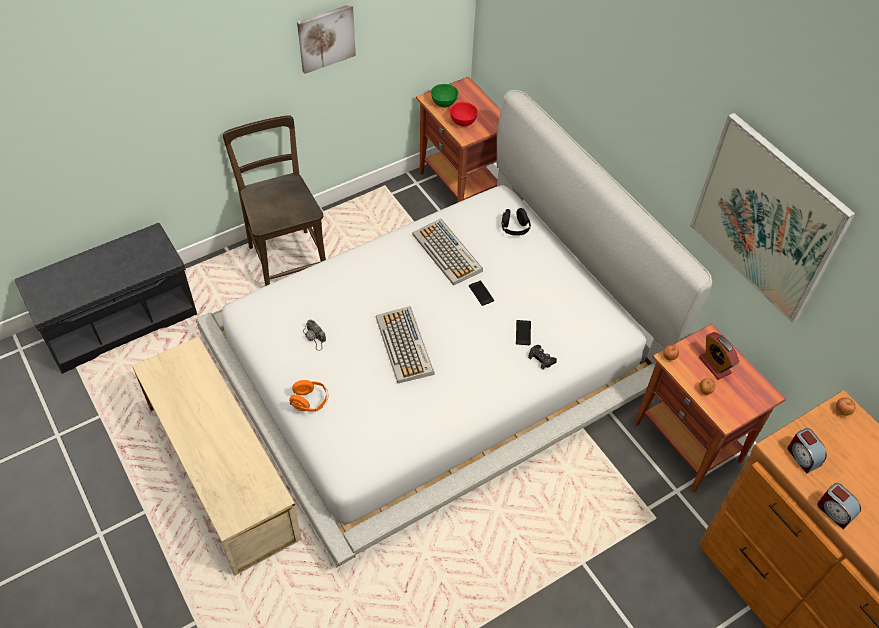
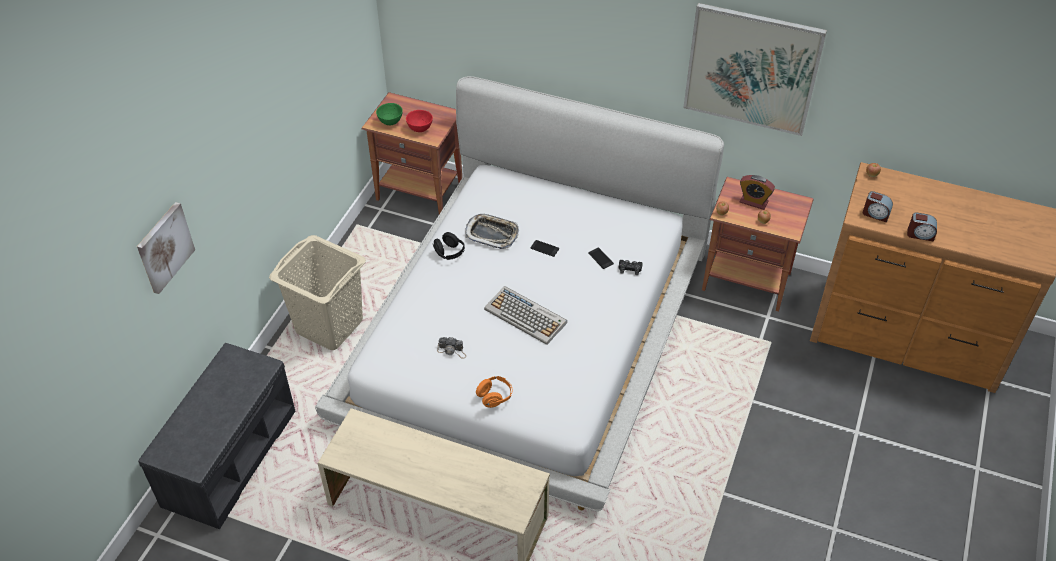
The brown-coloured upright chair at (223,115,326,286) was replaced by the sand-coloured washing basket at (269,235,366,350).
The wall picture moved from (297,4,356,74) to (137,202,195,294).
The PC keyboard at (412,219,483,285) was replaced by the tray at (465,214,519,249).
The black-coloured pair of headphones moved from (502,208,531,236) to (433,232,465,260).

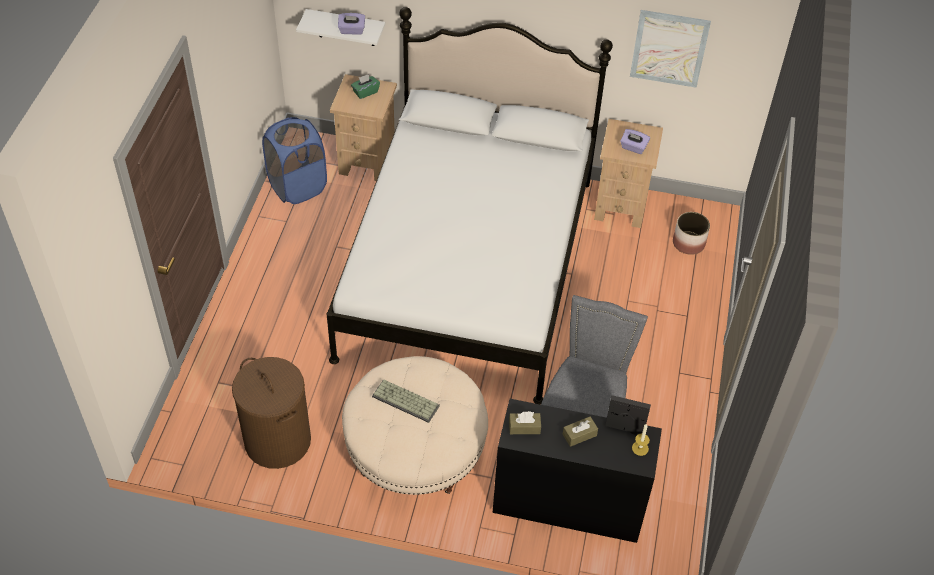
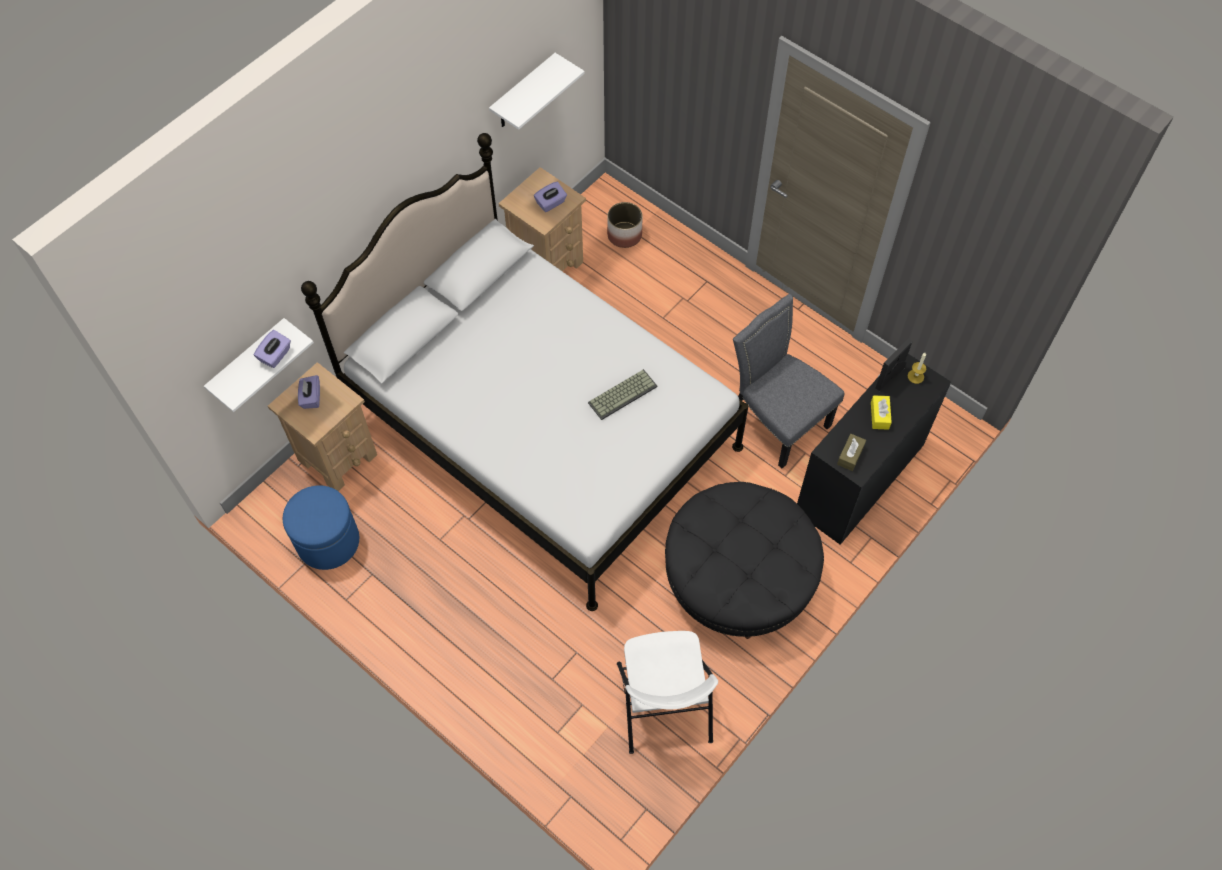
The brown-coloured washing basket at (232,357,311,469) was replaced by the white upright chair at (617,631,718,754).
The blue-coloured washing basket at (262,117,327,204) was replaced by the blue-coloured pouffe at (283,485,359,570).
The sand-coloured pouffe at (342,356,488,495) became the black-coloured pouffe at (665,482,824,639).
The green tissue box at (351,74,380,99) became the purple tissue box at (298,375,320,409).
The PC keyboard moved from (372,380,440,423) to (588,369,657,420).
The brown-coloured tissue box at (563,416,598,447) became the yellowish tissue box at (871,395,892,430).
The wall picture at (630,10,711,88) was replaced by the white shelf at (489,53,585,130).

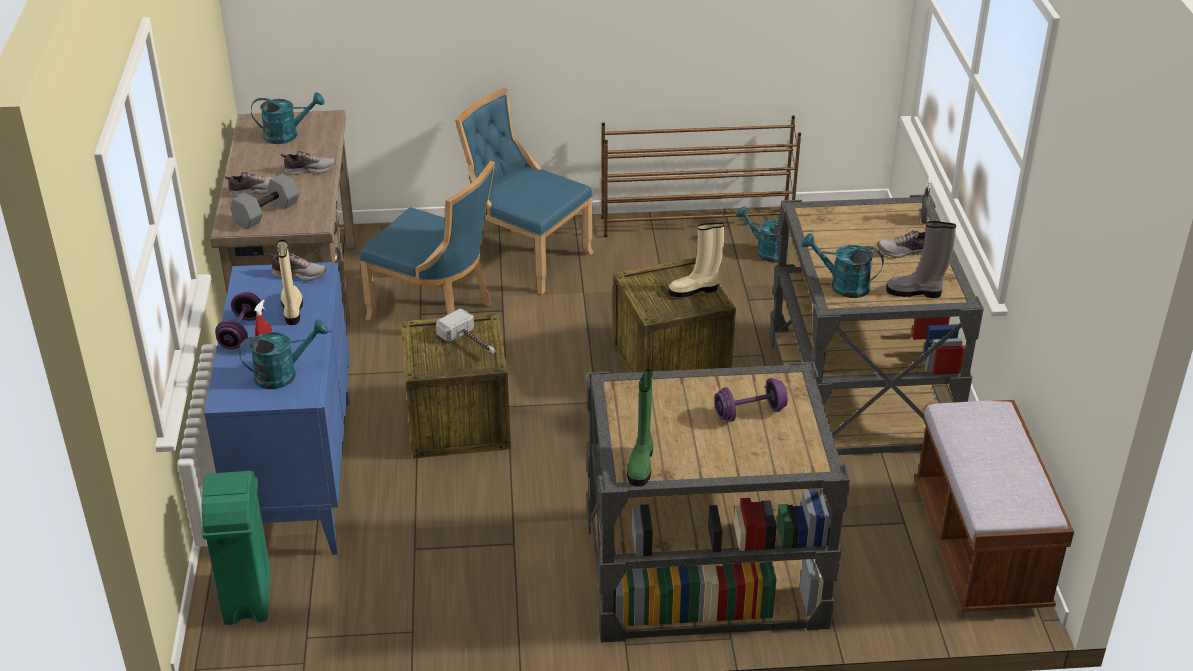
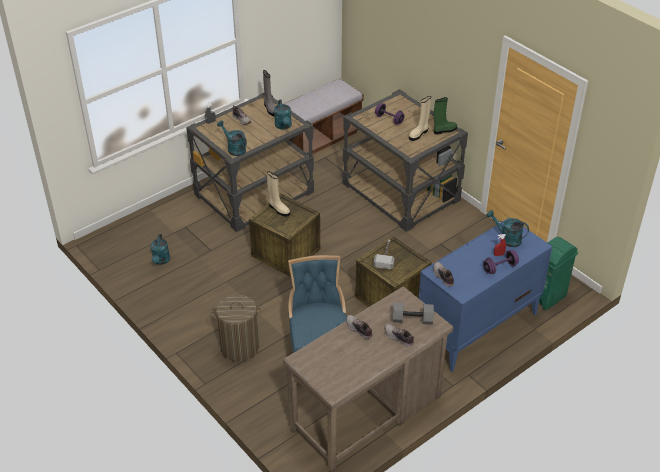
The turquoise-coloured sprinkling can moved from (251,92,325,144) to (217,120,247,156).
The sand-coloured high-top boot moved from (277,240,303,325) to (409,96,431,141).
The blue-coloured upright chair at (455,88,594,294) was replaced by the washing basket at (211,294,261,362).
The brown-coloured shoe shelf at (601,115,801,237) disappeared.

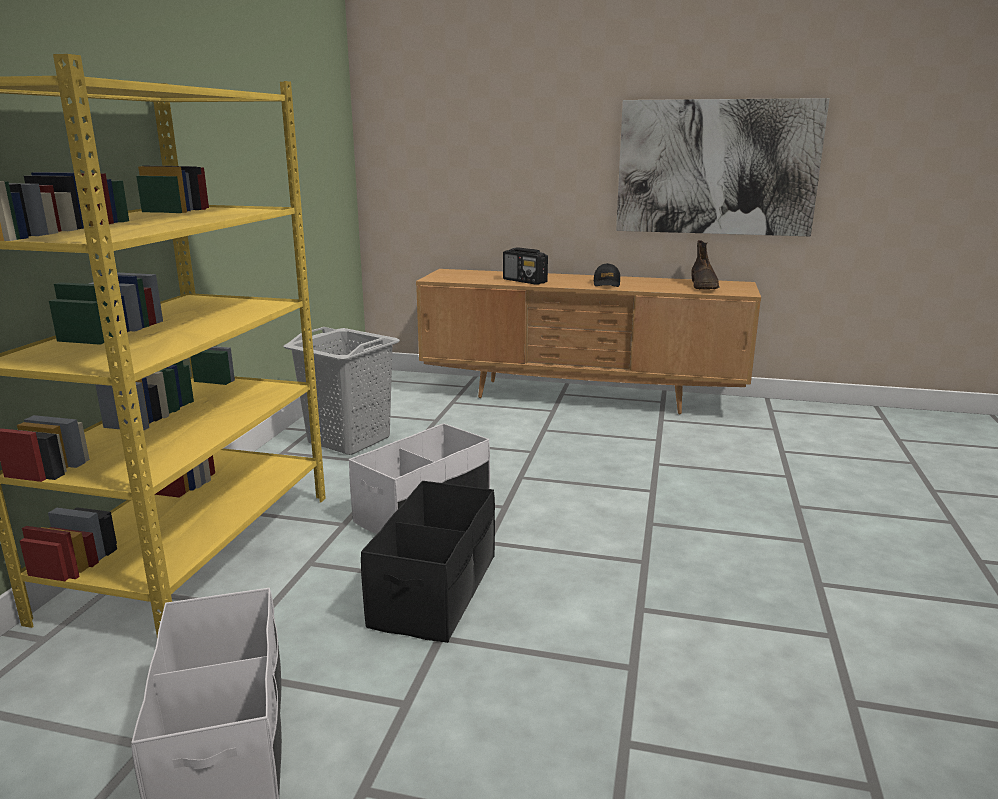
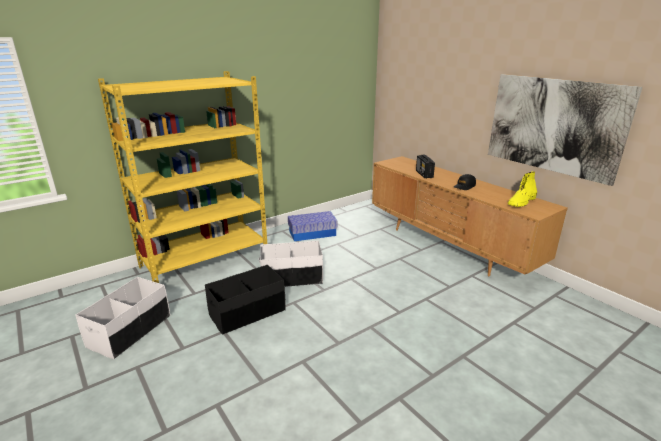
The greyish washing basket at (283,327,400,455) was replaced by the storage box at (288,211,337,241).
The brown-coloured high-top boot at (691,240,720,290) became the yellowish high-top boot at (508,171,537,207).

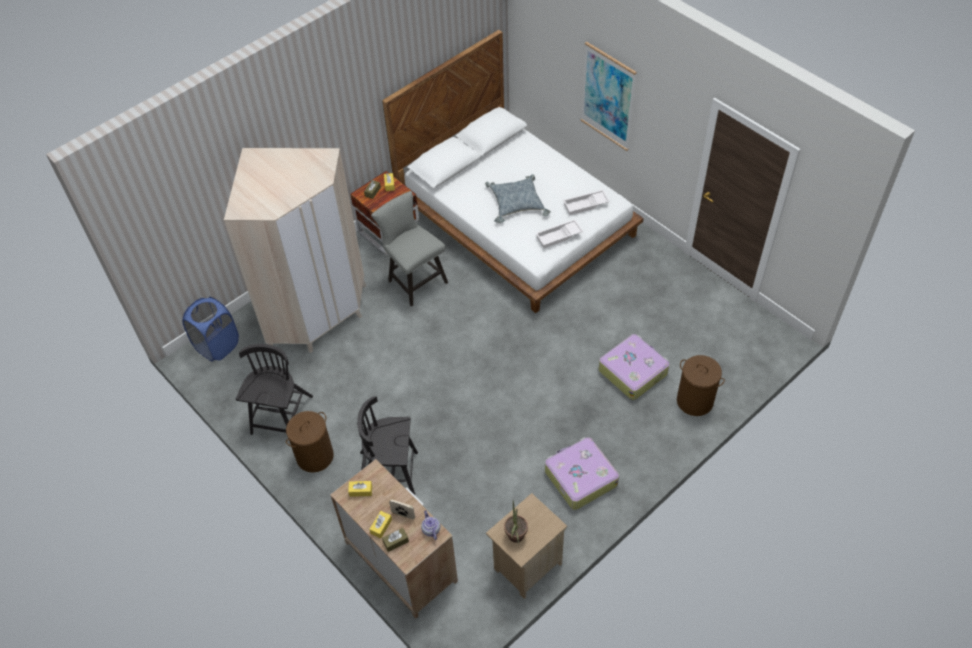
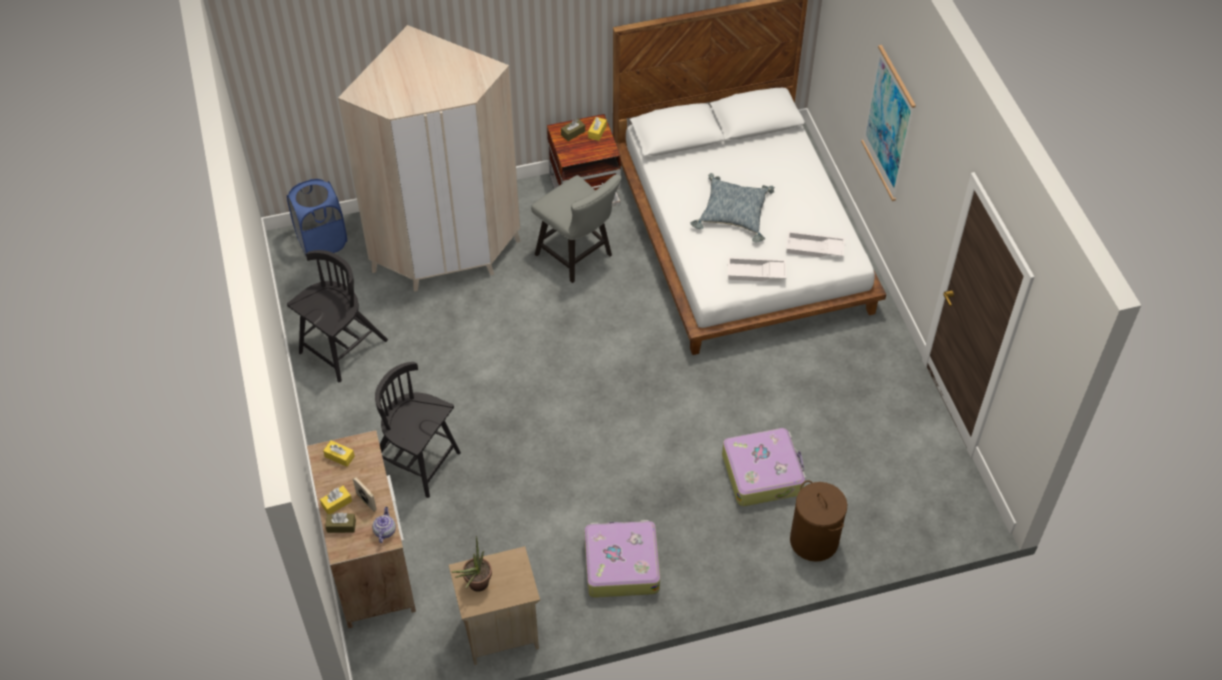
The brown-coloured washing basket at (286,411,334,473) disappeared.
The greyish upright chair at (371,191,448,307) turned 150 degrees clockwise.

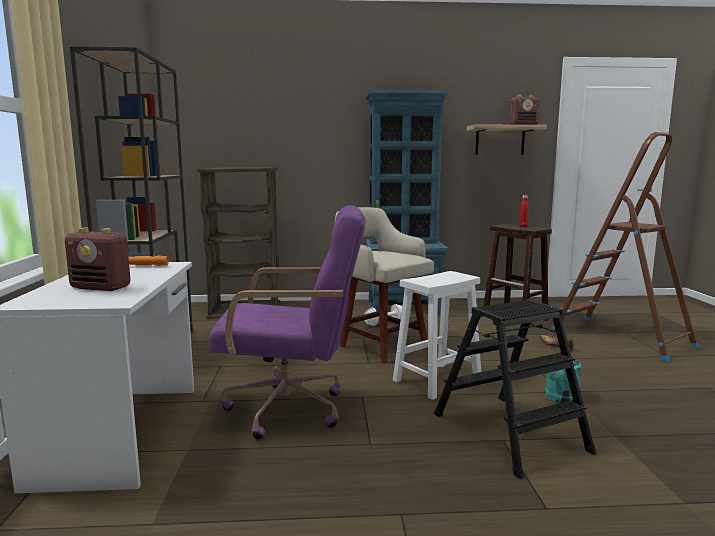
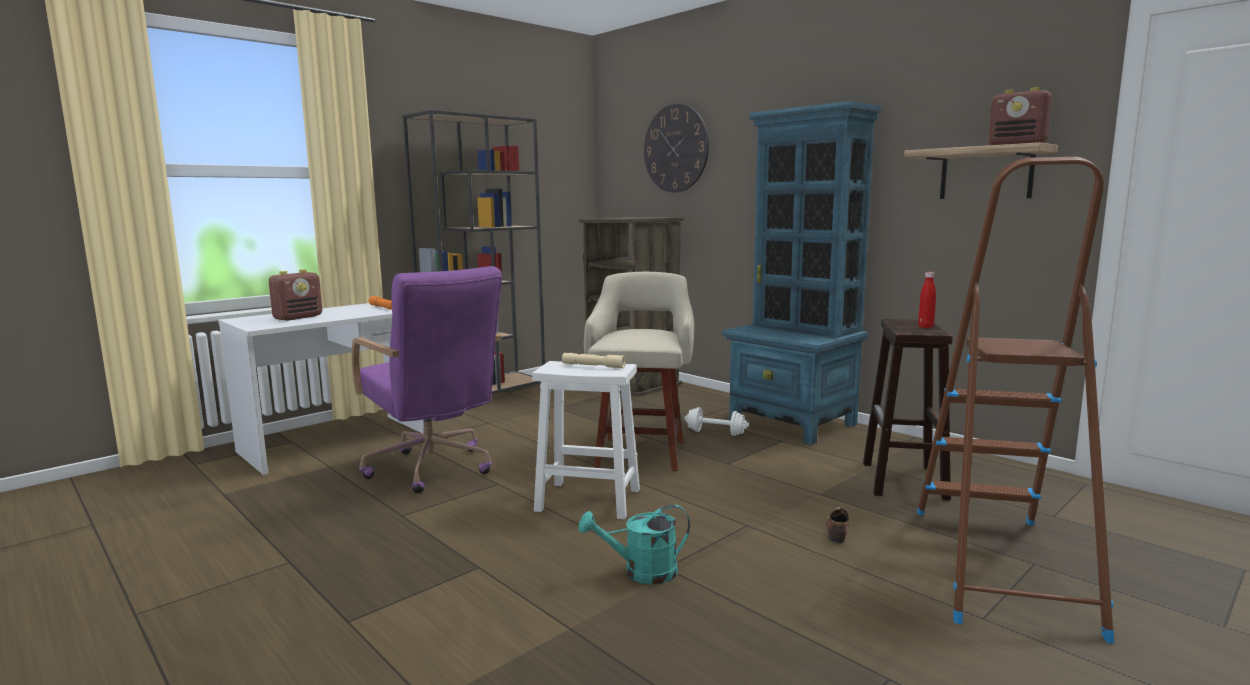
The radio receiver at (65,228,131,291) turned 120 degrees counterclockwise.
The black-coloured stepladder at (434,299,596,479) disappeared.
The sand-coloured torch at (562,353,626,368) appeared.
The wall clock at (644,104,709,192) appeared.

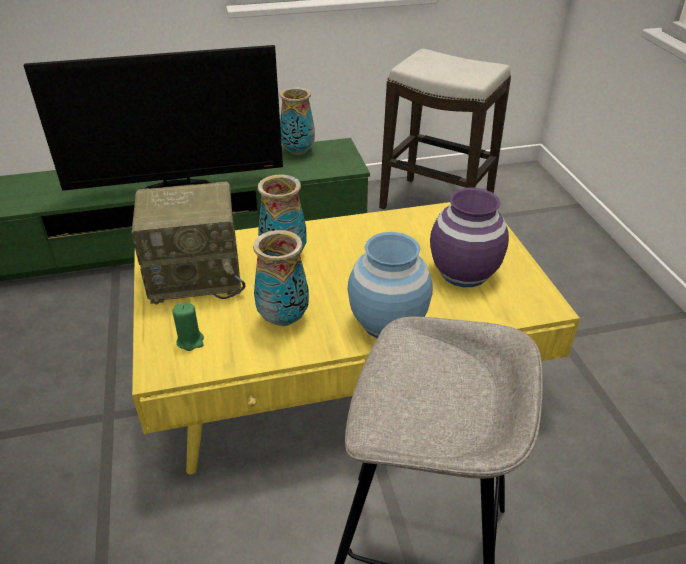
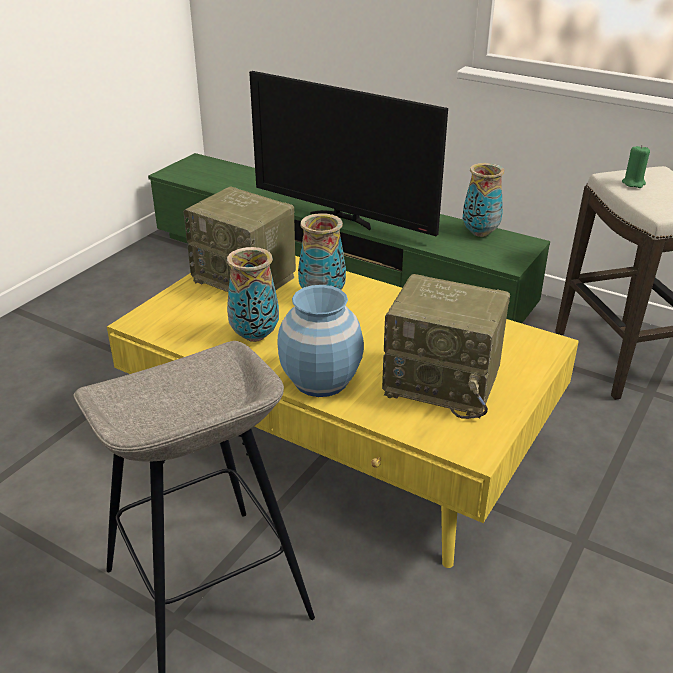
The green wax candle moved from (173,302,204,351) to (622,146,650,188).
The purple flower vase at (430,188,509,287) was replaced by the radio receiver at (382,274,510,419).

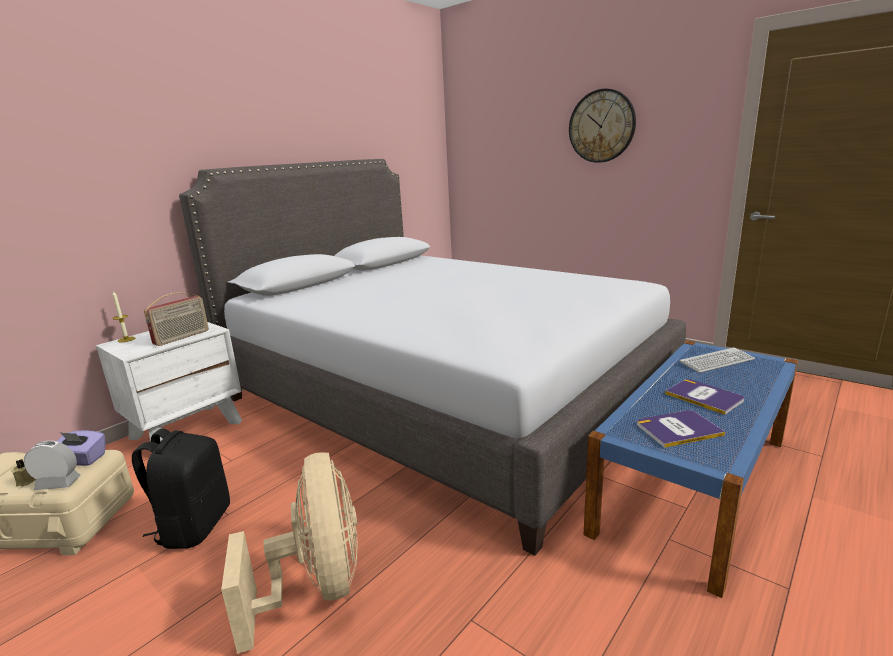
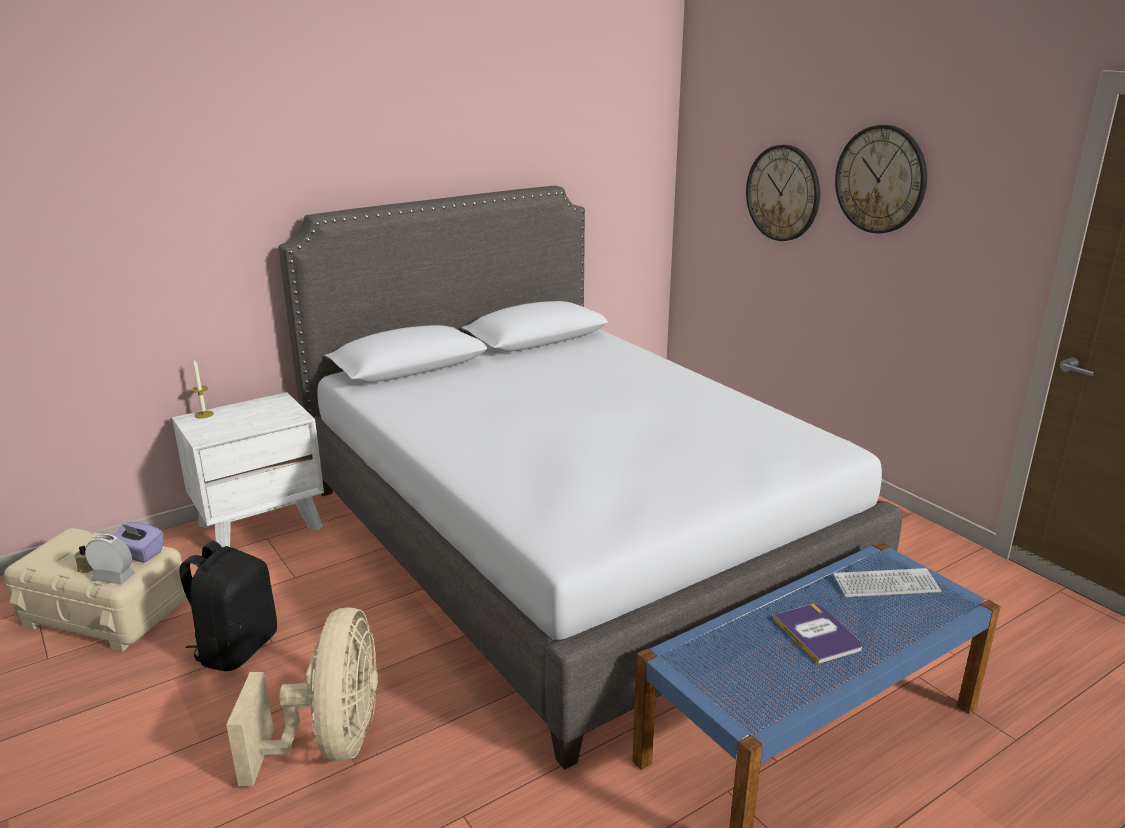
The radio receiver at (144,292,209,346) disappeared.
The volume at (637,410,725,448) disappeared.
The wall clock at (746,145,820,241) appeared.

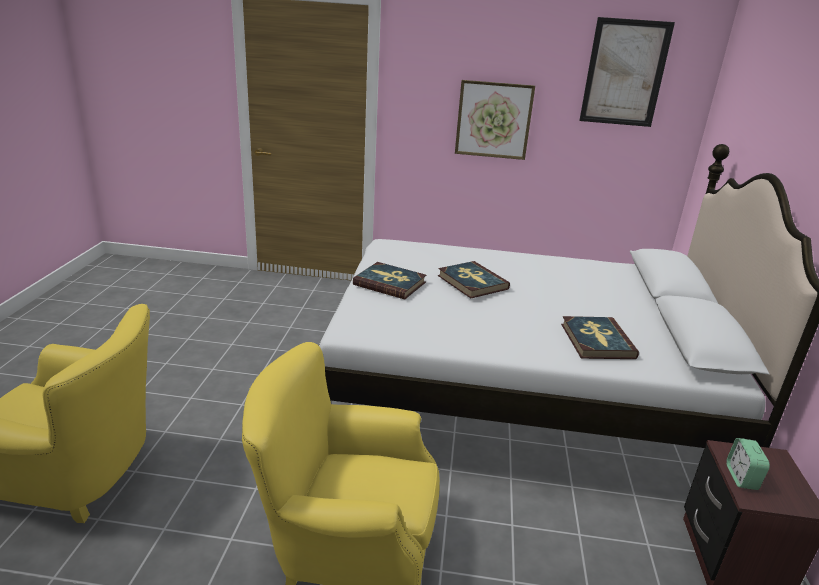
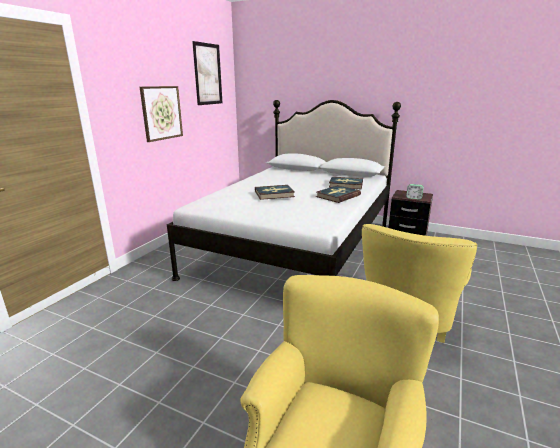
The volume moved from (353,262,427,300) to (316,185,361,203).

